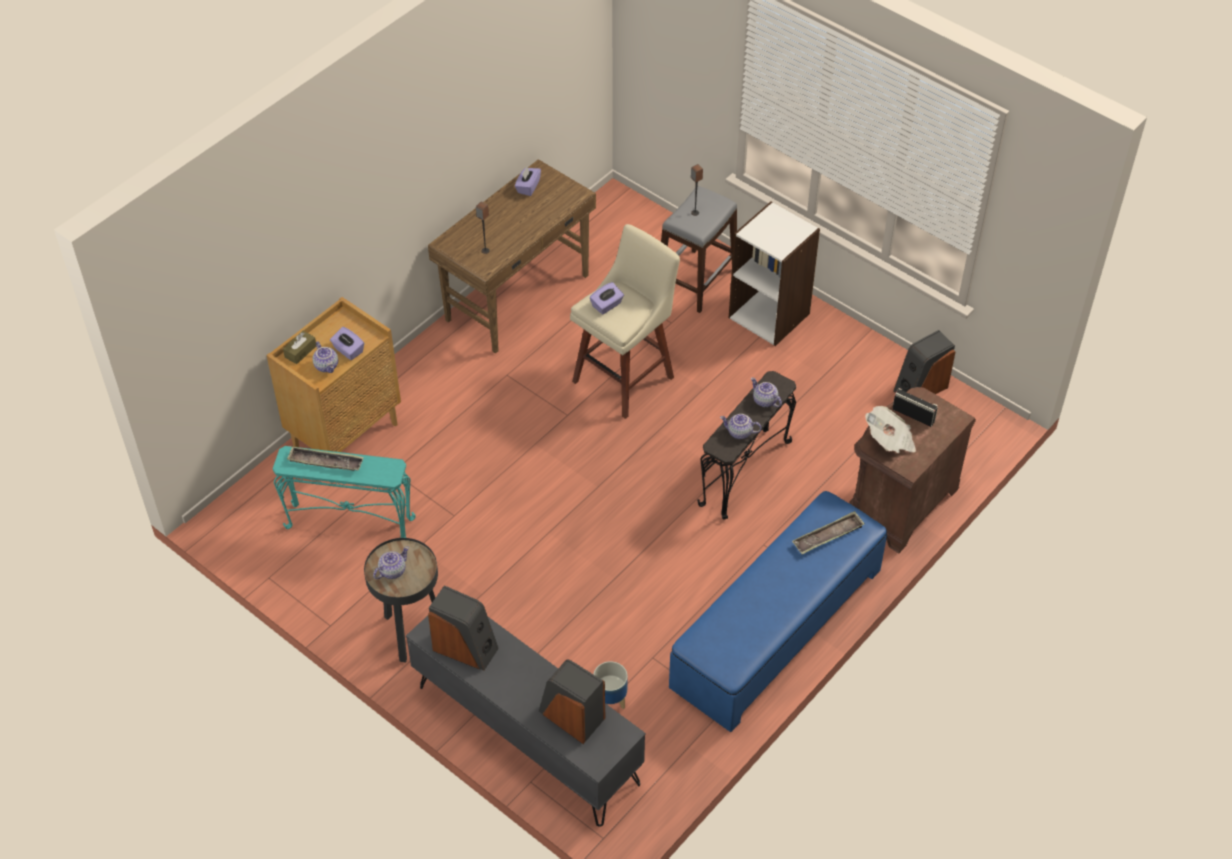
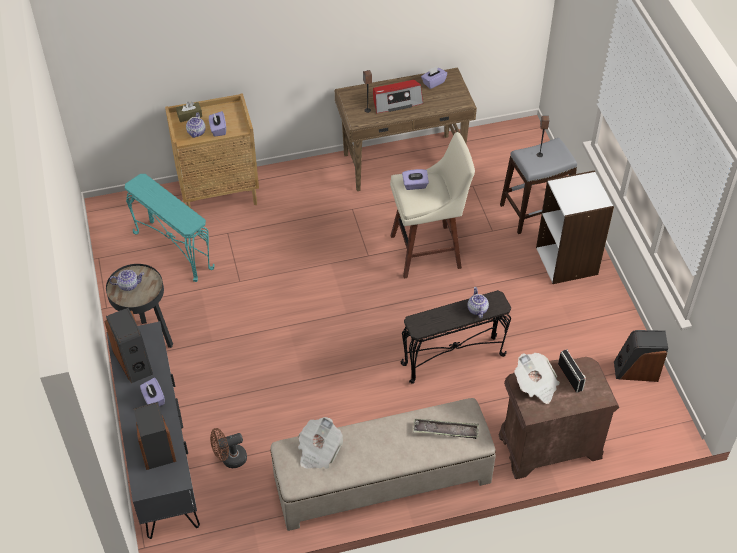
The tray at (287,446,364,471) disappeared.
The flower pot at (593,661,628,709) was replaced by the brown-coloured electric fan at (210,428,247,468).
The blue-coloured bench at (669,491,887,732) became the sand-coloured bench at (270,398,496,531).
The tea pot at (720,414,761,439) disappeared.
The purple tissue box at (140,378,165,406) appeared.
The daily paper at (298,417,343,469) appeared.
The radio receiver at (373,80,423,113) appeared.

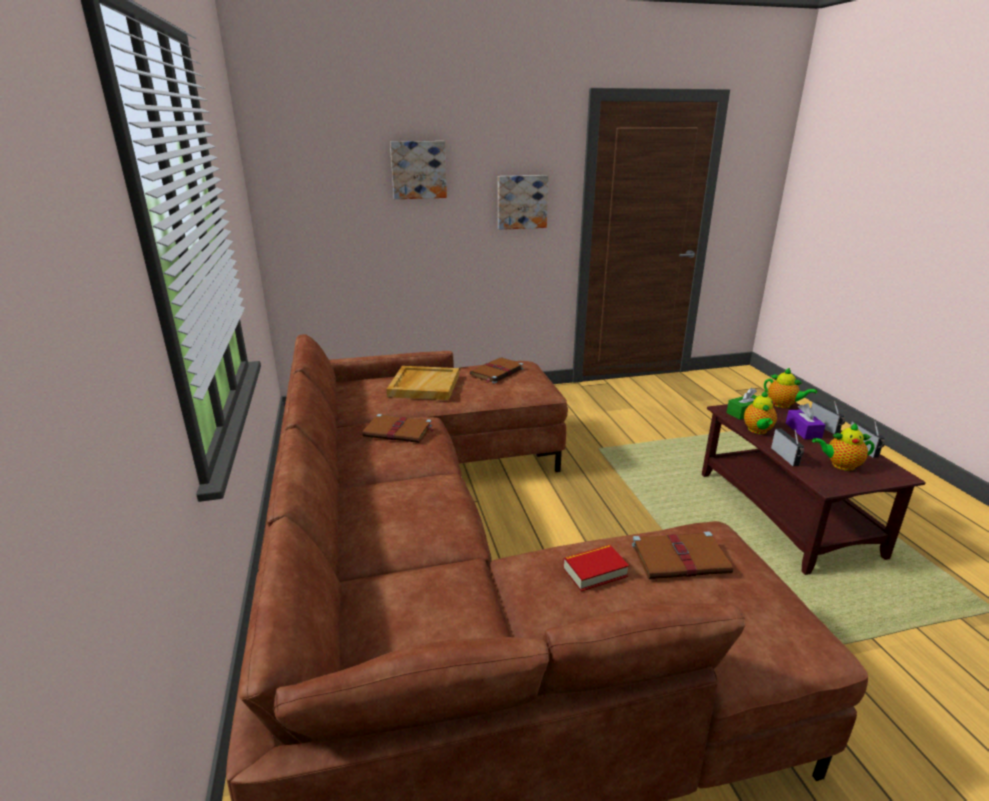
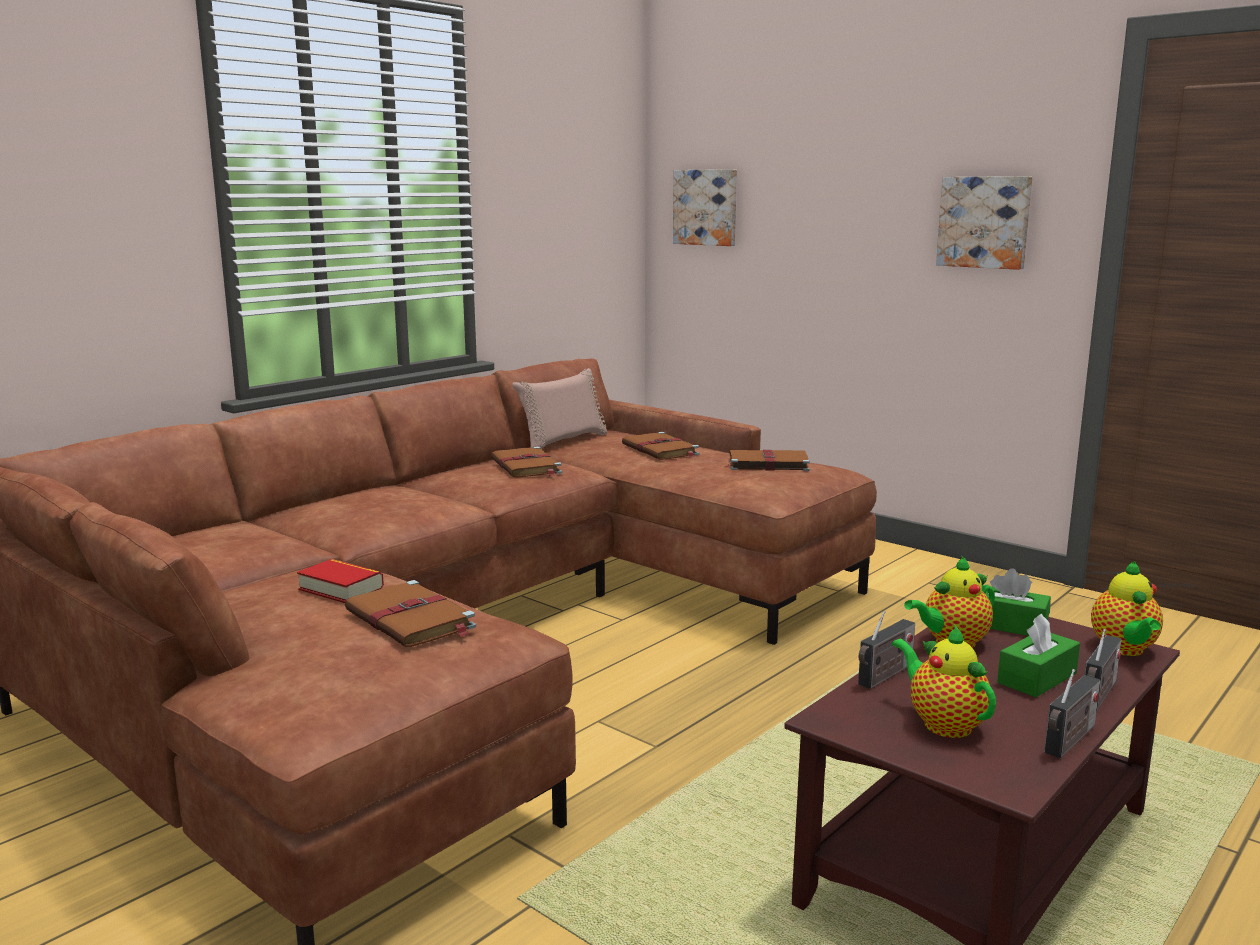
The sand-coloured tray at (386,366,459,400) was replaced by the brown-coloured volume at (622,432,699,460).
The wall picture moved from (390,141,447,199) to (673,169,737,246).
The purple tissue box at (786,403,825,439) became the green tissue box at (997,613,1080,697).
The sand-coloured pillow at (512,368,607,448) appeared.

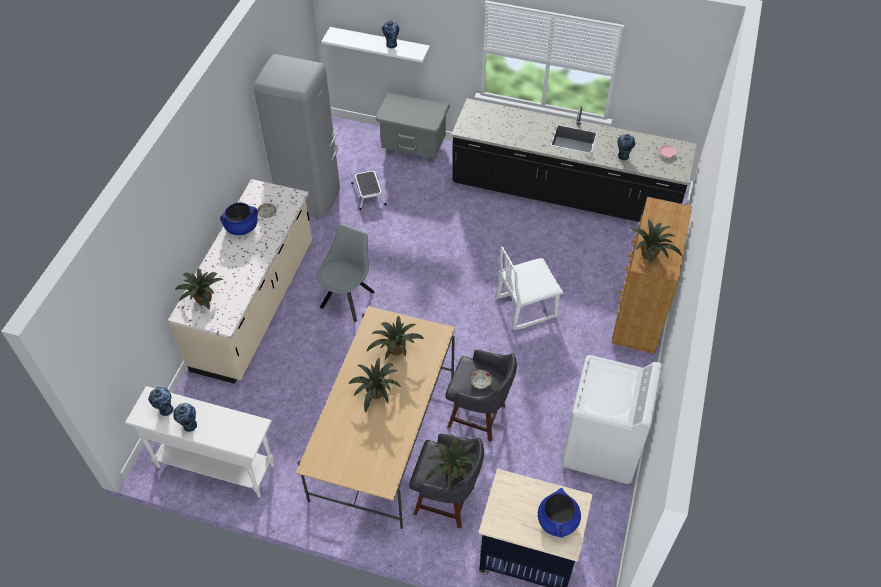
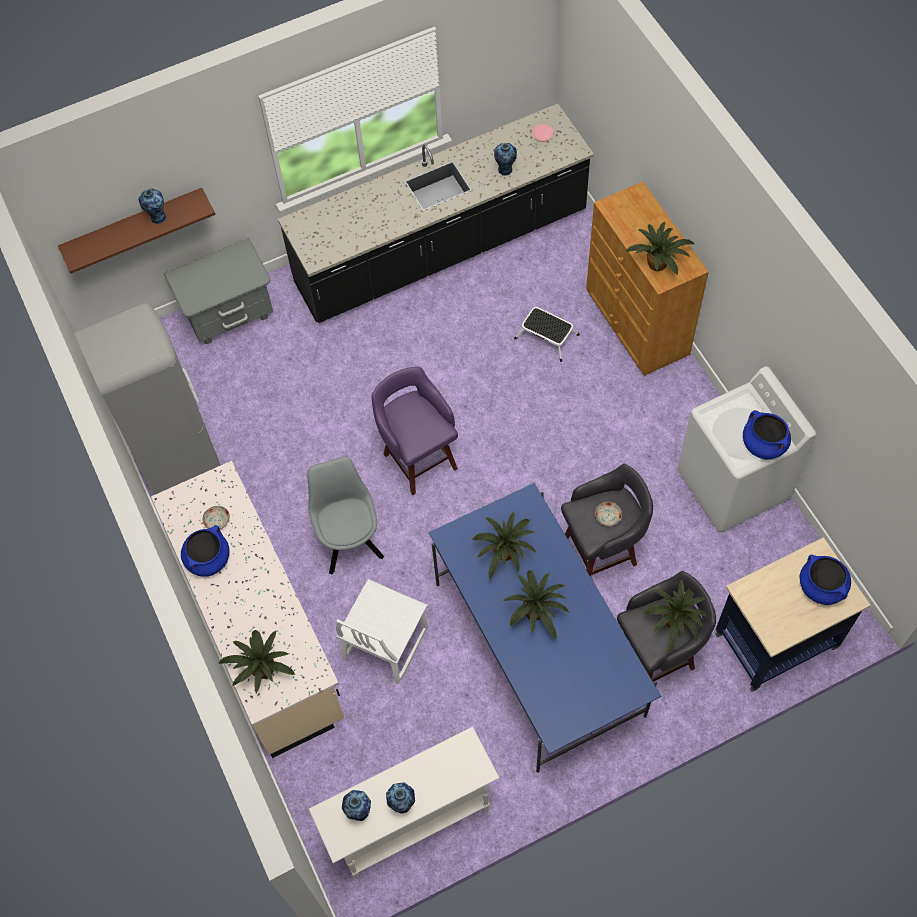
The sand-coloured dining table at (296,306,455,529) became the blue-coloured dining table at (429,483,661,773).
The white shelf at (321,27,430,63) became the brown-coloured shelf at (58,188,216,274).
The black-coloured stepladder moved from (352,171,387,211) to (514,307,580,362).
The white upright chair moved from (496,246,564,330) to (336,579,428,684).
The purple stool at (372,367,458,495) appeared.
The blue-coloured cooking pot at (743,410,791,459) appeared.

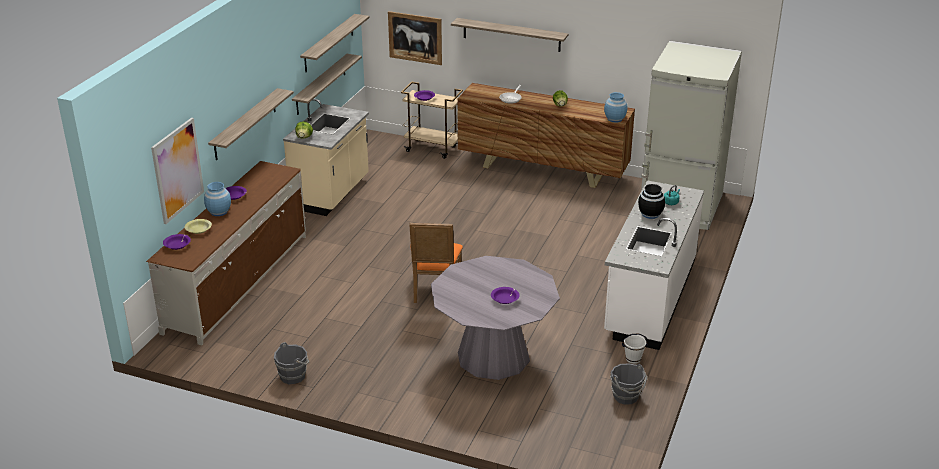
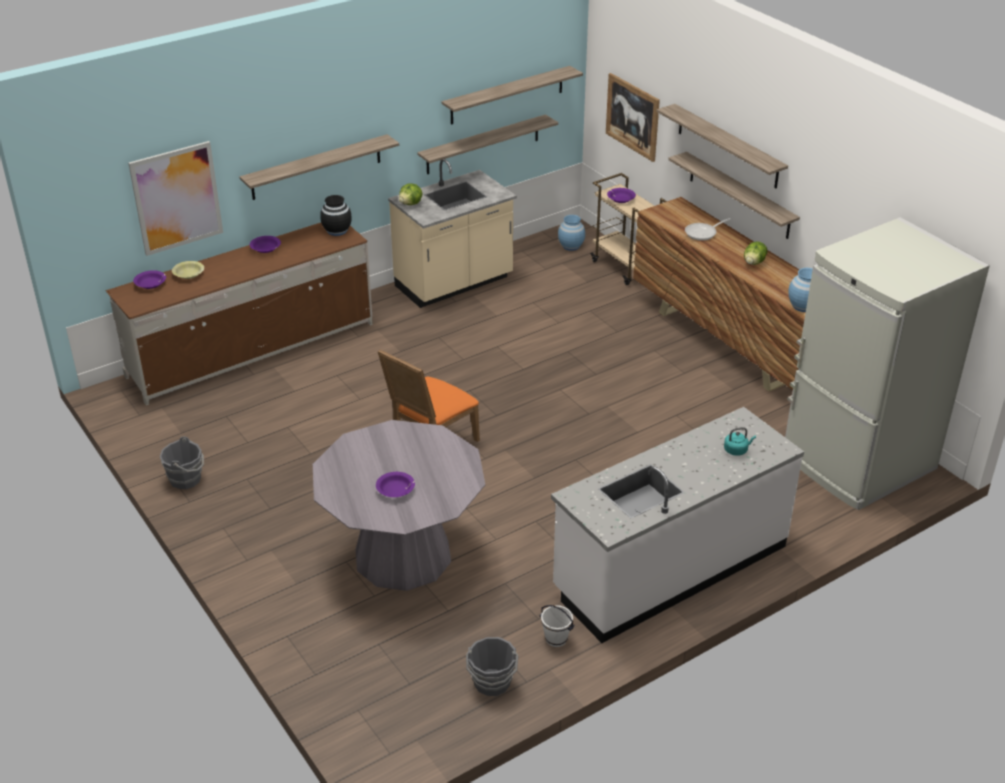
The blue-coloured flower vase moved from (204,182,231,216) to (558,215,585,251).
The black-coloured flower vase moved from (638,184,665,219) to (321,195,351,236).
The shelf at (668,152,800,239) appeared.

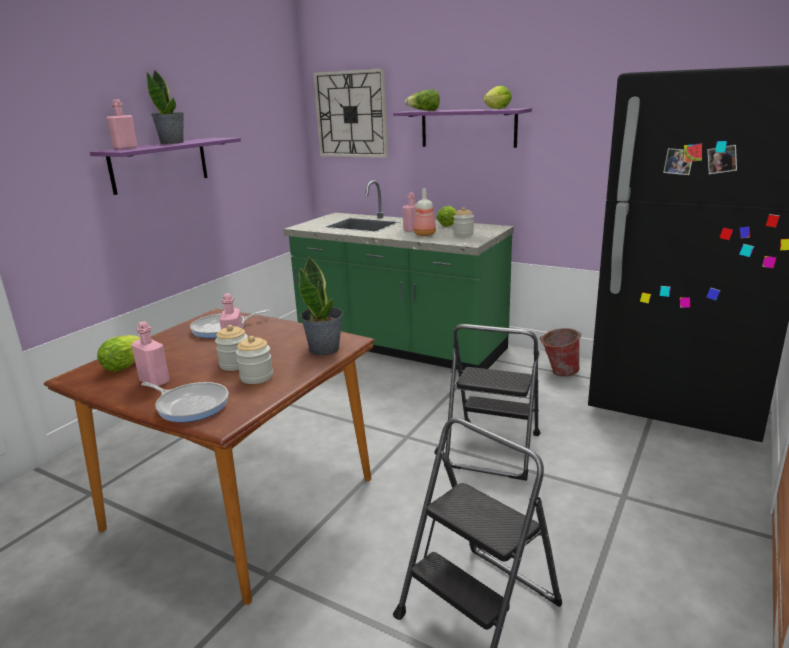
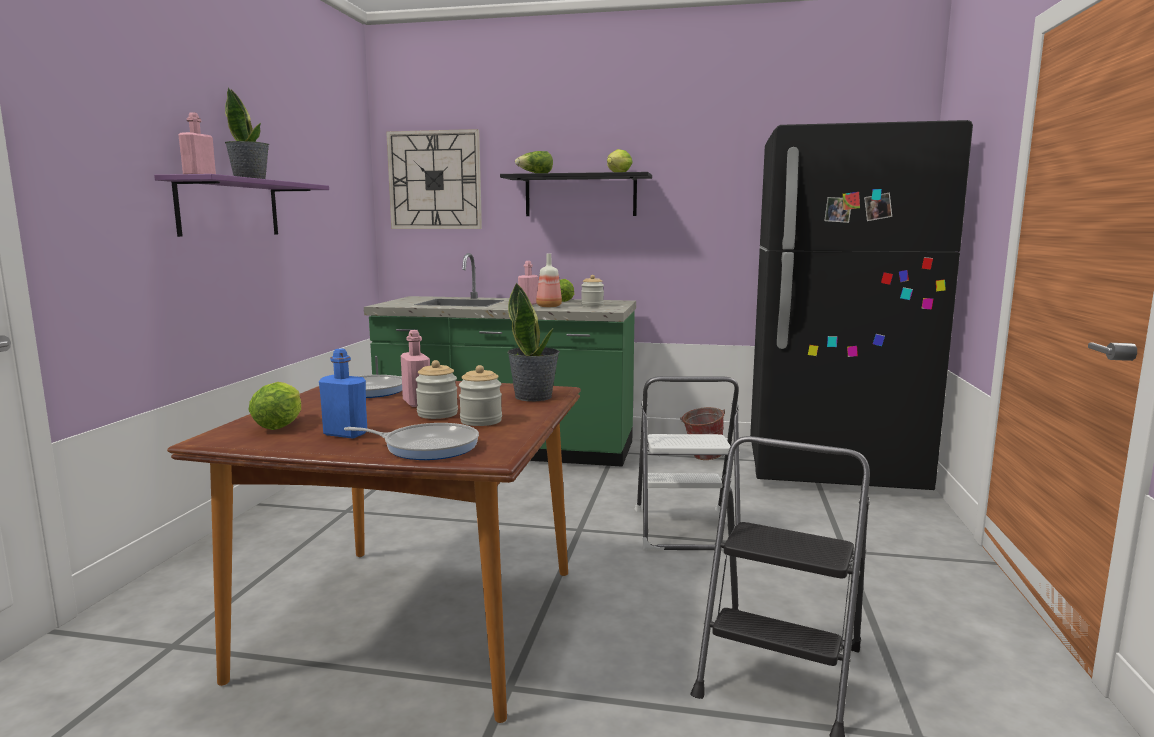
The pinkish drink bottle at (132,321,170,386) became the blue-coloured drink bottle at (319,349,367,438).
The purple shelf at (393,108,532,148) became the black-coloured shelf at (500,172,652,216).
The black-coloured stepladder at (444,324,541,481) became the white stepladder at (634,376,741,551).

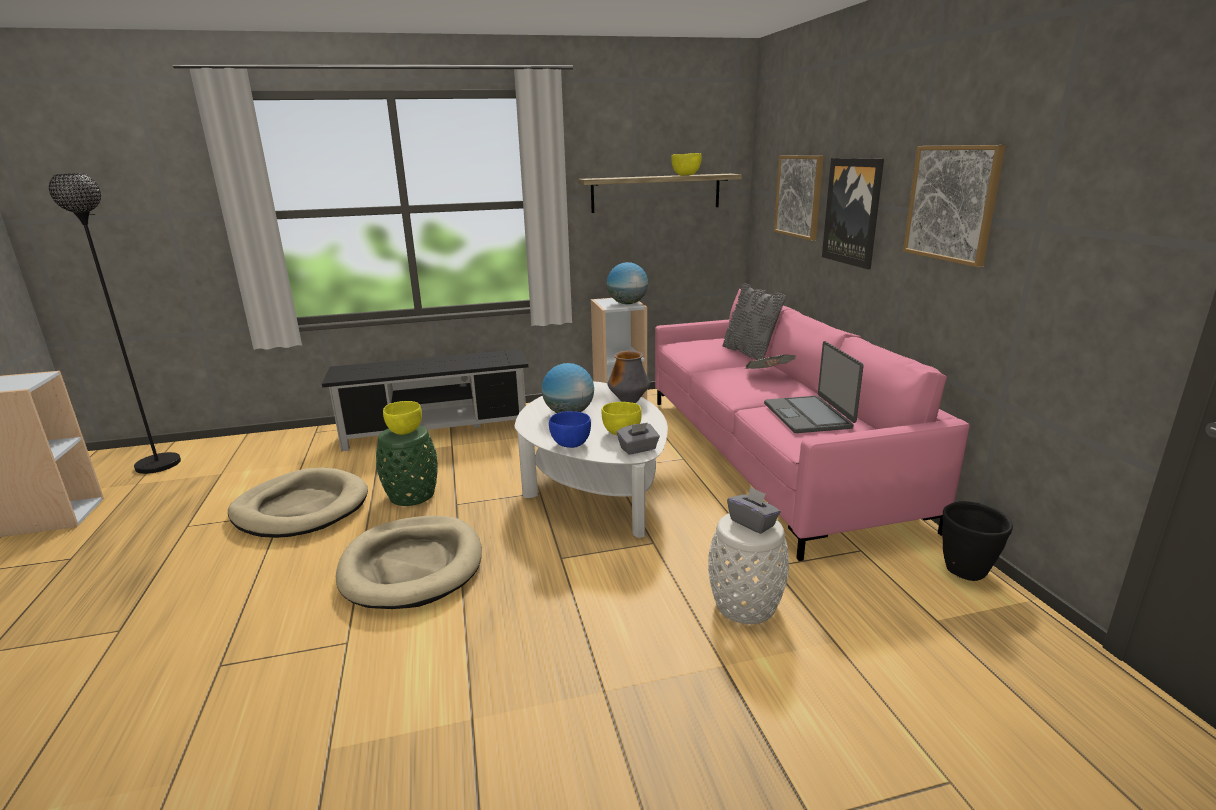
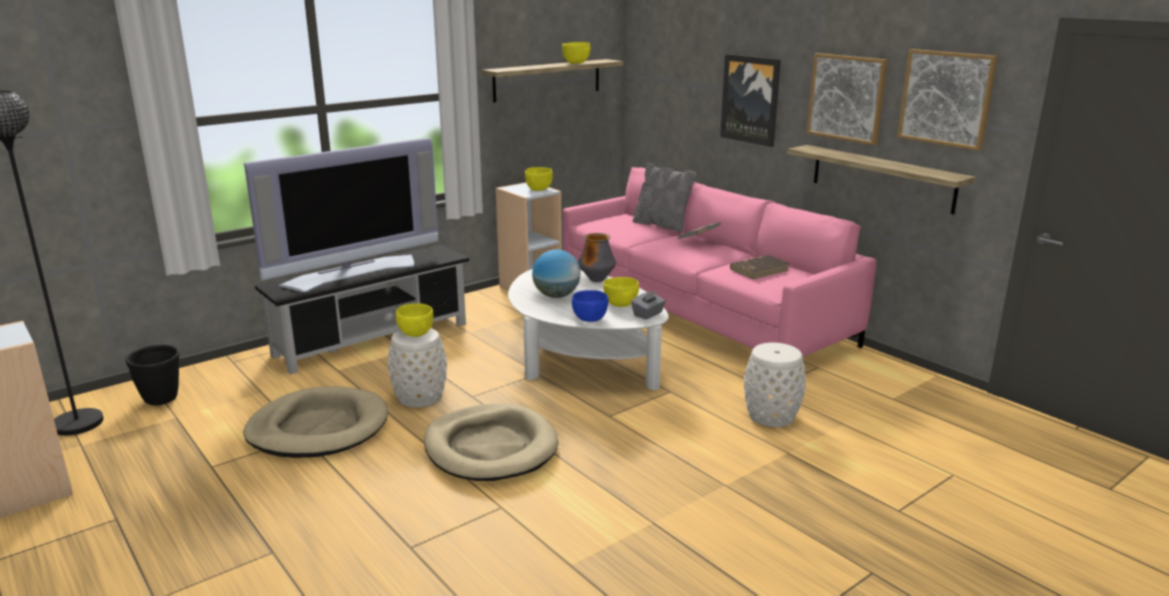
The green stool at (376,425,438,506) became the white stool at (388,328,447,408).
The desk globe at (607,262,648,304) was replaced by the yellowish serving bowl at (525,167,553,191).
The greyish tissue box at (727,486,780,534) disappeared.
The notebook computer at (764,341,864,433) was replaced by the brown-coloured volume at (730,255,789,279).
The wall picture moved from (774,155,824,241) to (897,49,998,151).
The black-coloured flower pot moved from (942,501,1013,581) to (126,345,179,405).
The TV set at (244,138,438,292) appeared.
The shelf at (787,145,976,214) appeared.

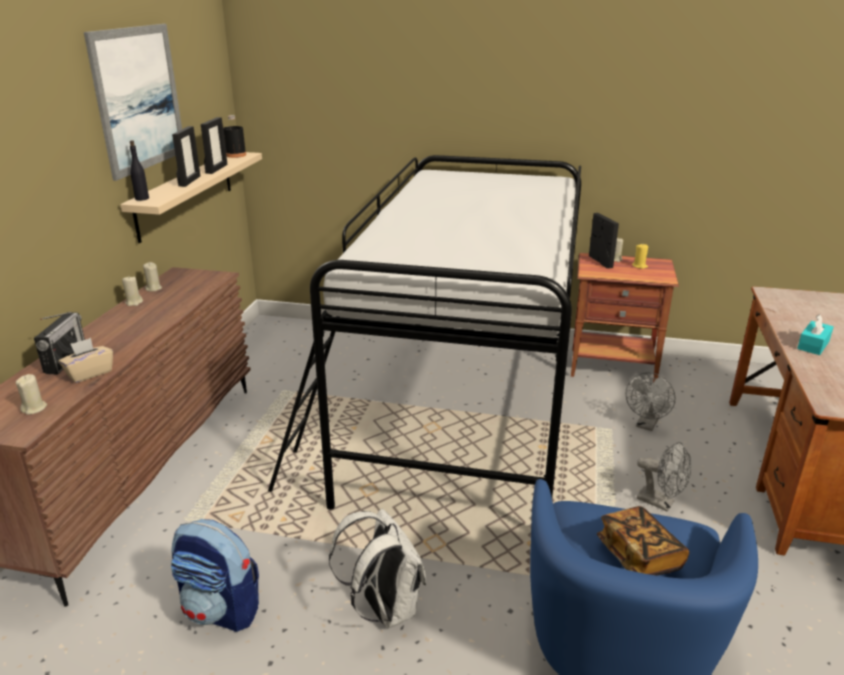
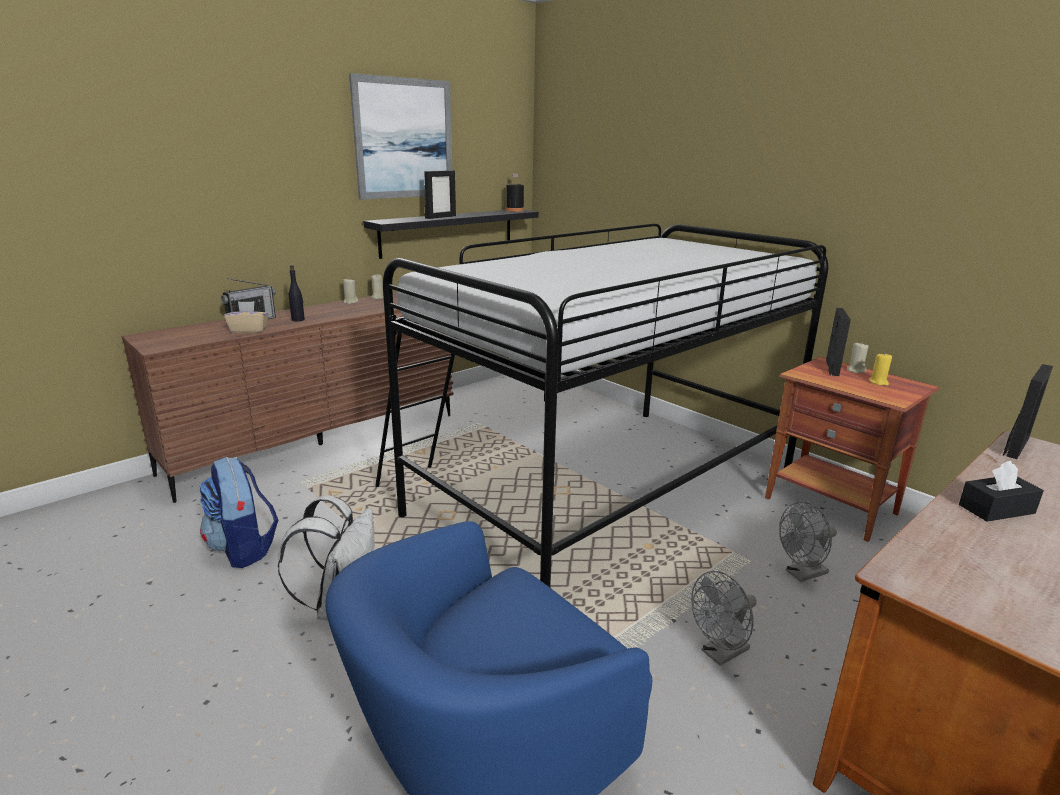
The sand-coloured wax candle at (16,374,47,415) disappeared.
The sand-coloured shelf at (120,152,262,243) became the black-coloured shelf at (363,210,539,259).
The black-coloured drink bottle moved from (130,140,149,201) to (289,265,305,321).
The standing frame moved from (201,117,228,174) to (1003,364,1053,459).
The volume at (597,506,689,576) disappeared.
The greyish electric fan at (637,442,692,512) turned 75 degrees clockwise.
The turquoise-coloured tissue box at (797,314,834,355) became the black-coloured tissue box at (959,461,1044,522).

